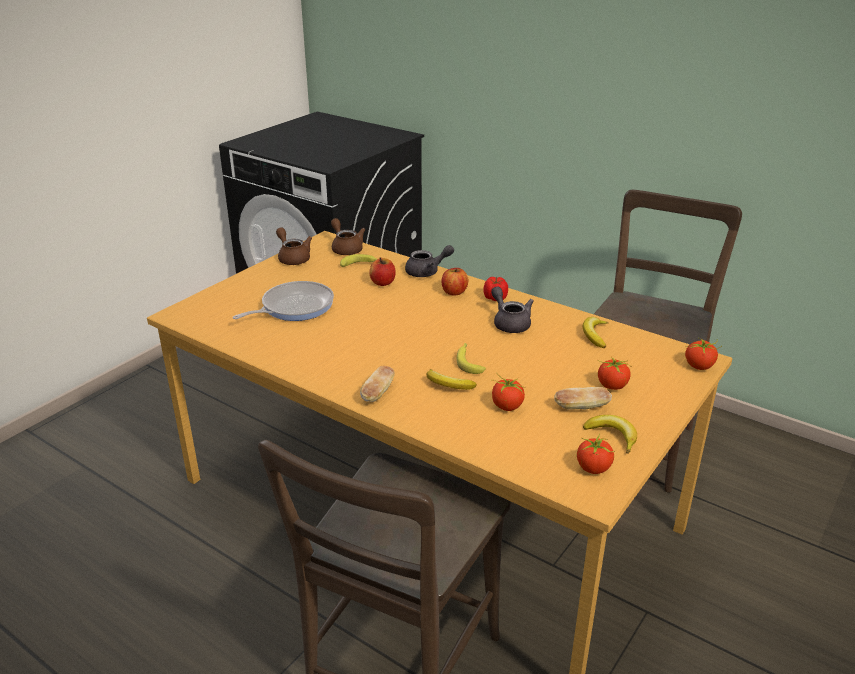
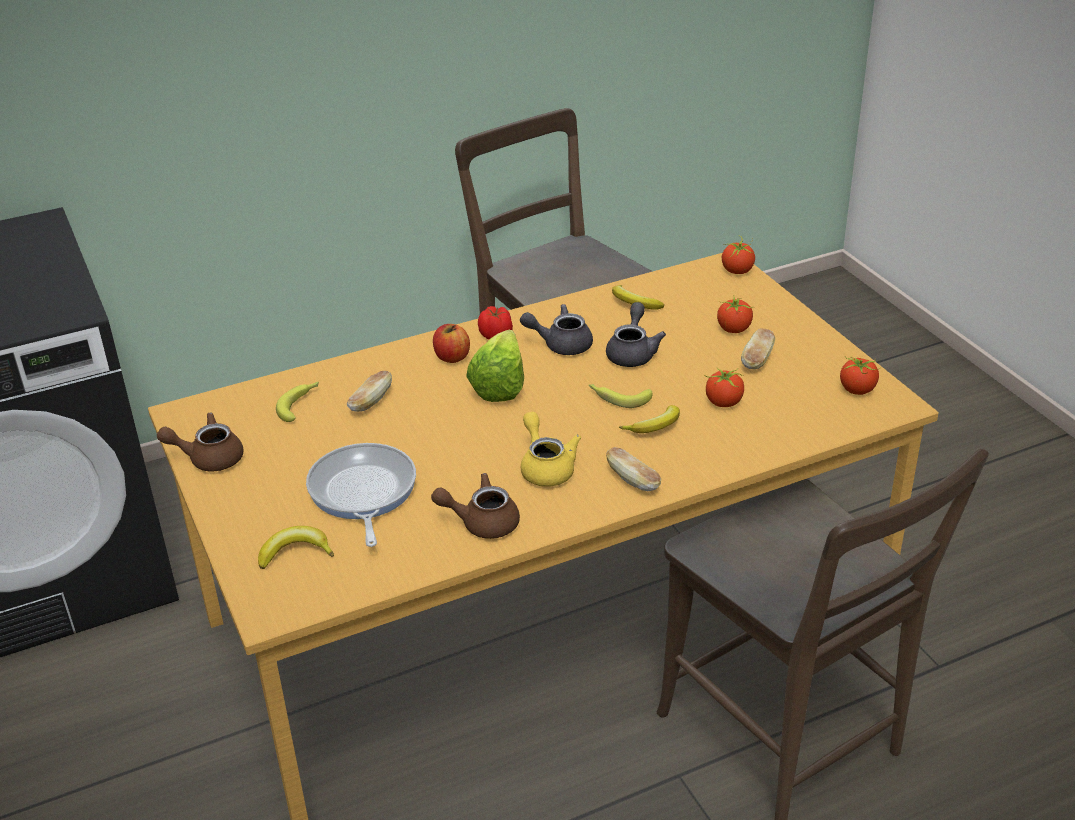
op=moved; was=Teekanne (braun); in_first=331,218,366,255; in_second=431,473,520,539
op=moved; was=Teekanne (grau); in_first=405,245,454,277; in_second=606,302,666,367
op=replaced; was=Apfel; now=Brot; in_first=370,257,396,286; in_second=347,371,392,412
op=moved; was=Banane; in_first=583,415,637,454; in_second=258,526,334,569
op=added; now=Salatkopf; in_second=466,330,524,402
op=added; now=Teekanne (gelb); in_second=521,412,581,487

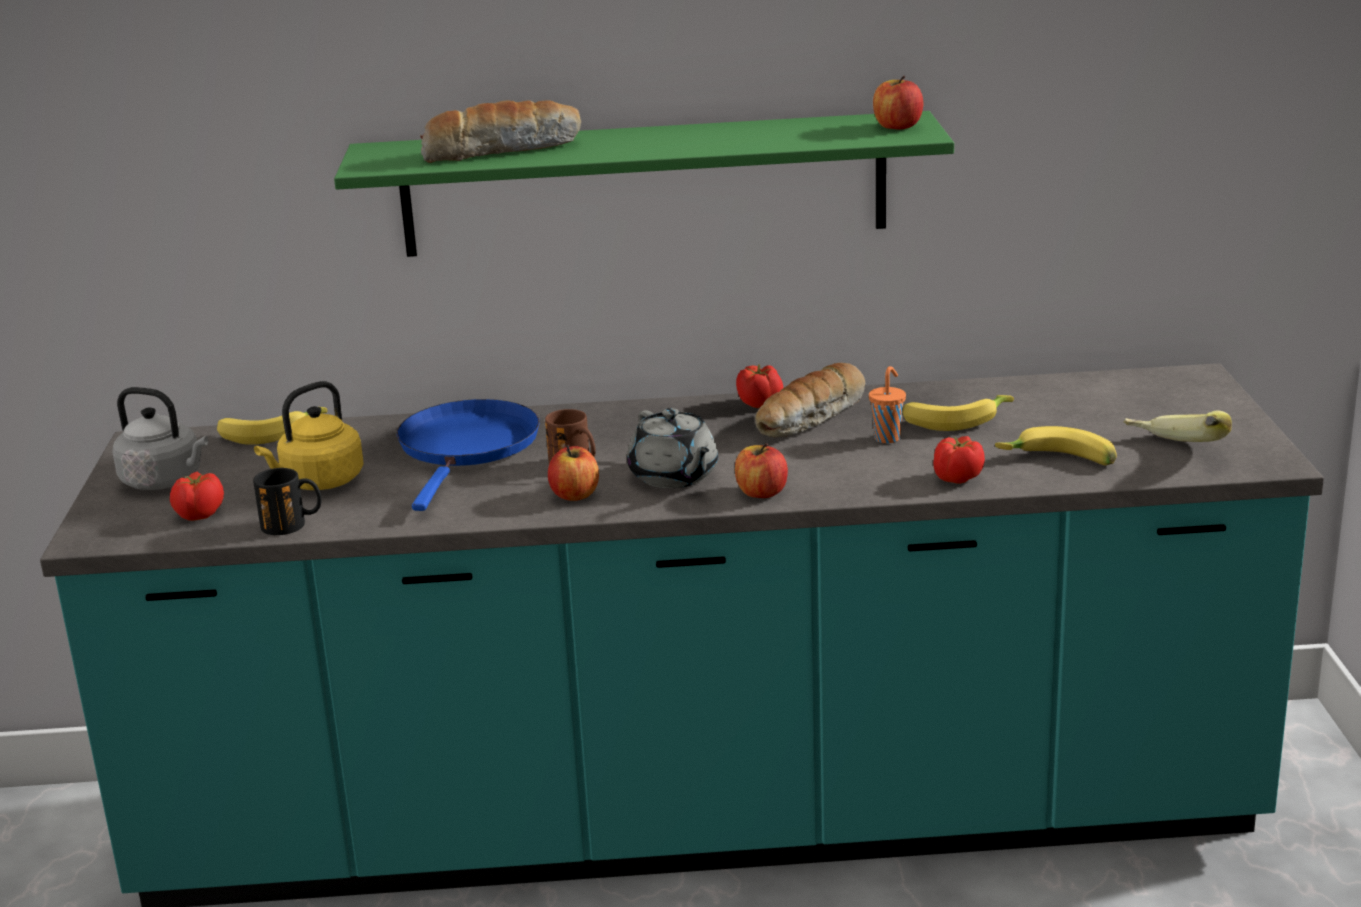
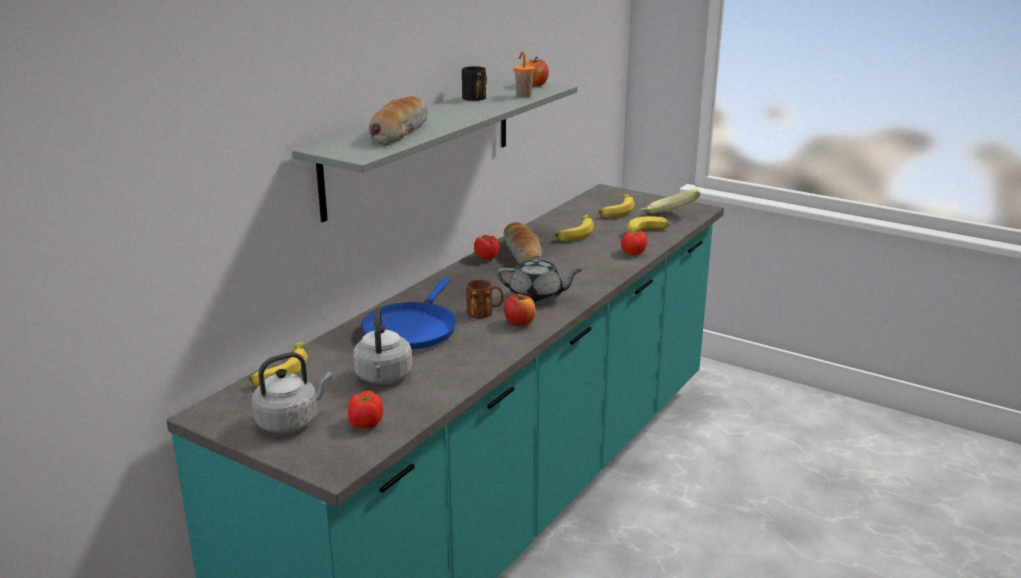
op=recoloured; was=Wandregal (grün); now=Wandregal (grau); in_first=334,111,954,257; in_second=292,79,578,222
op=moved; was=Tasse (orange); in_first=869,366,906,443; in_second=513,51,535,97
op=recoloured; was=Wasserkessel (gelb); now=Wasserkessel (grau); in_first=254,381,364,490; in_second=353,307,412,384
op=turned; was=Pfanne (blau); in_first=397,399,540,511; in_second=361,278,457,349; clockwise=-120
op=removed; was=Apfel; in_first=735,443,788,498
op=moved; was=Henkelbecher (schwarz); in_first=253,468,322,535; in_second=462,66,487,101
op=added; now=Banane; in_second=599,194,635,218

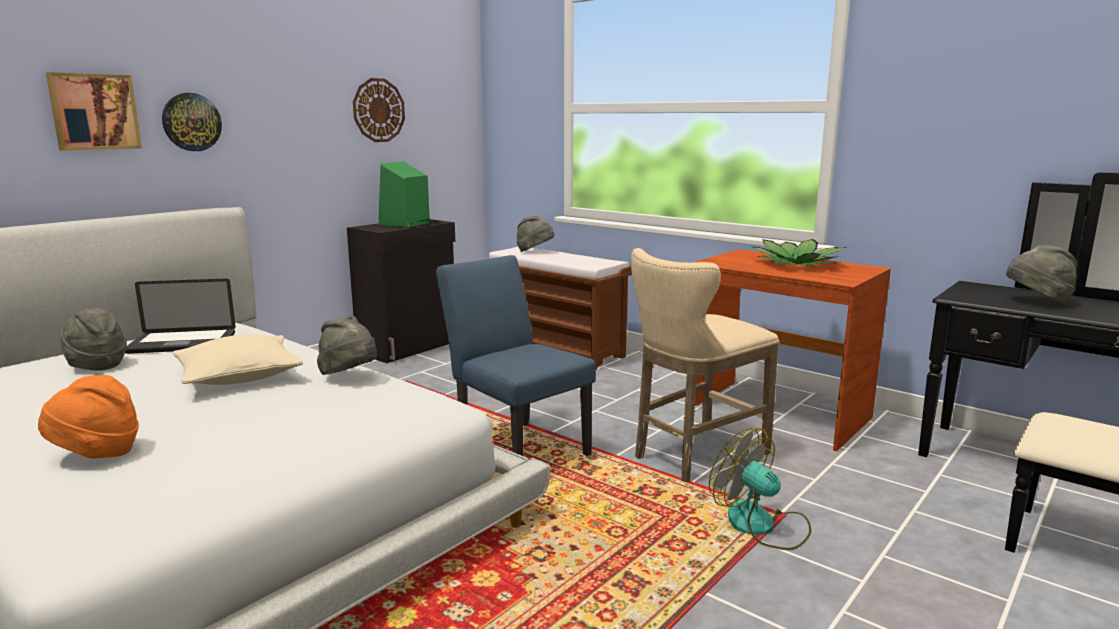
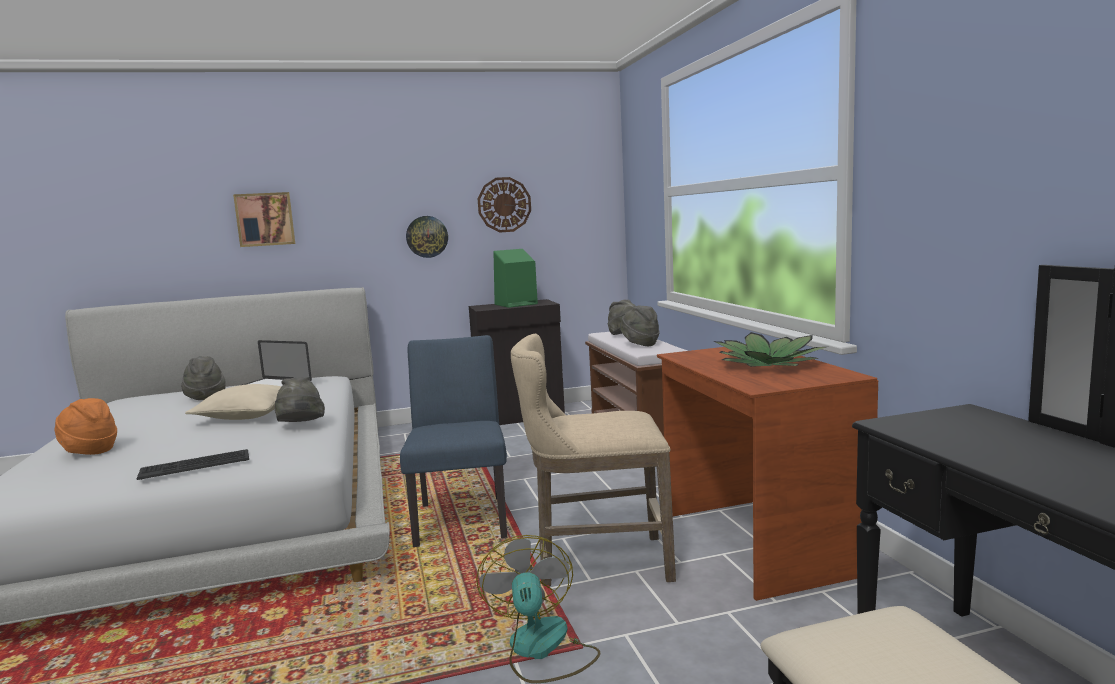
op=moved; was=Wanduhr; in_first=162,93,222,151; in_second=406,216,448,258
op=moved; was=Hut (grau); in_first=1006,245,1077,304; in_second=620,305,660,346
op=added; now=Tastatur; in_second=137,449,249,480

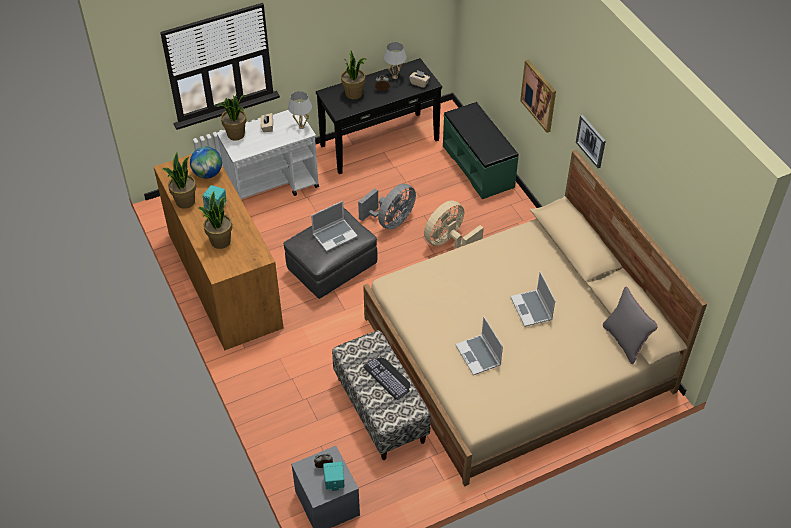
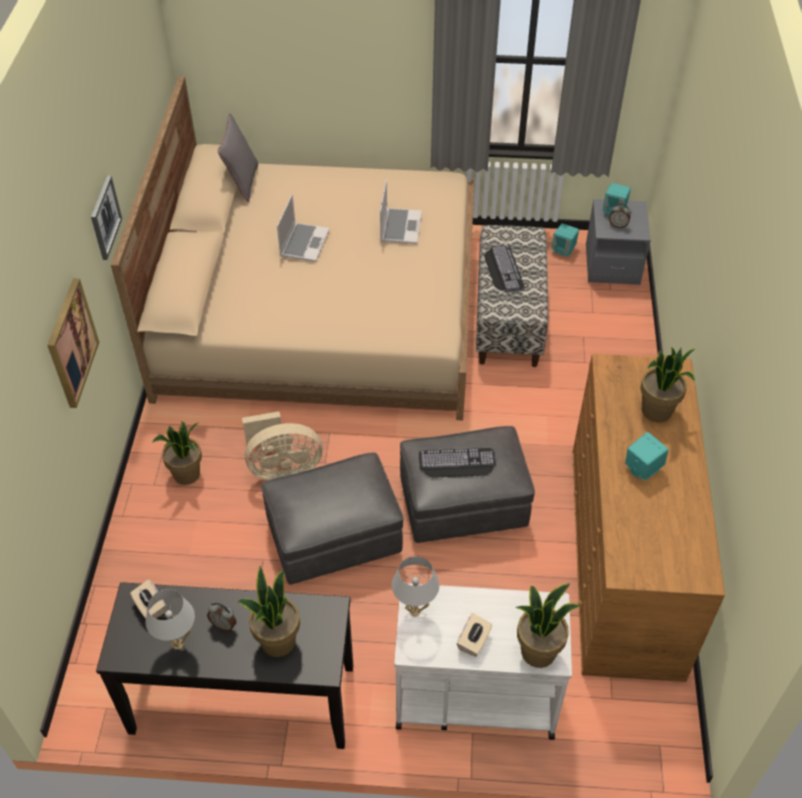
op=removed; was=Bank (grün); in_first=443,102,519,199
op=removed; was=Globus; in_first=190,146,222,179
op=moved; was=Topfpflanze; in_first=163,152,196,209; in_second=152,421,202,485
op=replaced; was=Ventilator (grau); now=Polsterhocker (grau); in_first=358,184,416,230; in_second=261,452,404,585
op=replaced; was=Laptop; now=Tastatur; in_first=311,201,358,251; in_second=418,448,496,478
op=added; now=Lautsprecher (türkis); in_second=551,223,579,257

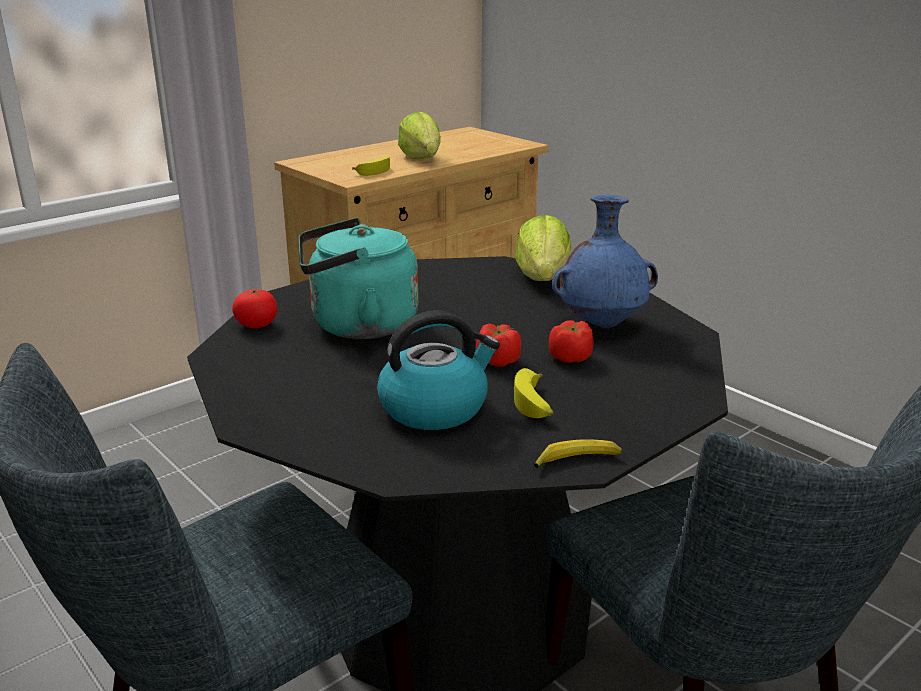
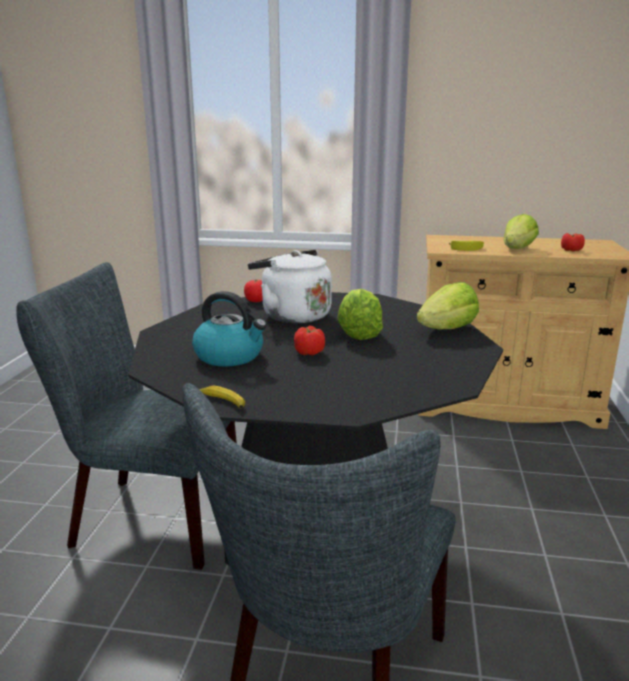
op=removed; was=Vase (blau); in_first=552,195,658,328
op=recoloured; was=Wasserkessel (türkis); now=Wasserkessel (weiß); in_first=299,218,418,339; in_second=248,250,332,323
op=moved; was=Tomate; in_first=549,320,593,363; in_second=561,233,585,251
op=removed; was=Banane; in_first=514,368,553,418
op=added; now=Salatkopf; in_second=337,289,383,340

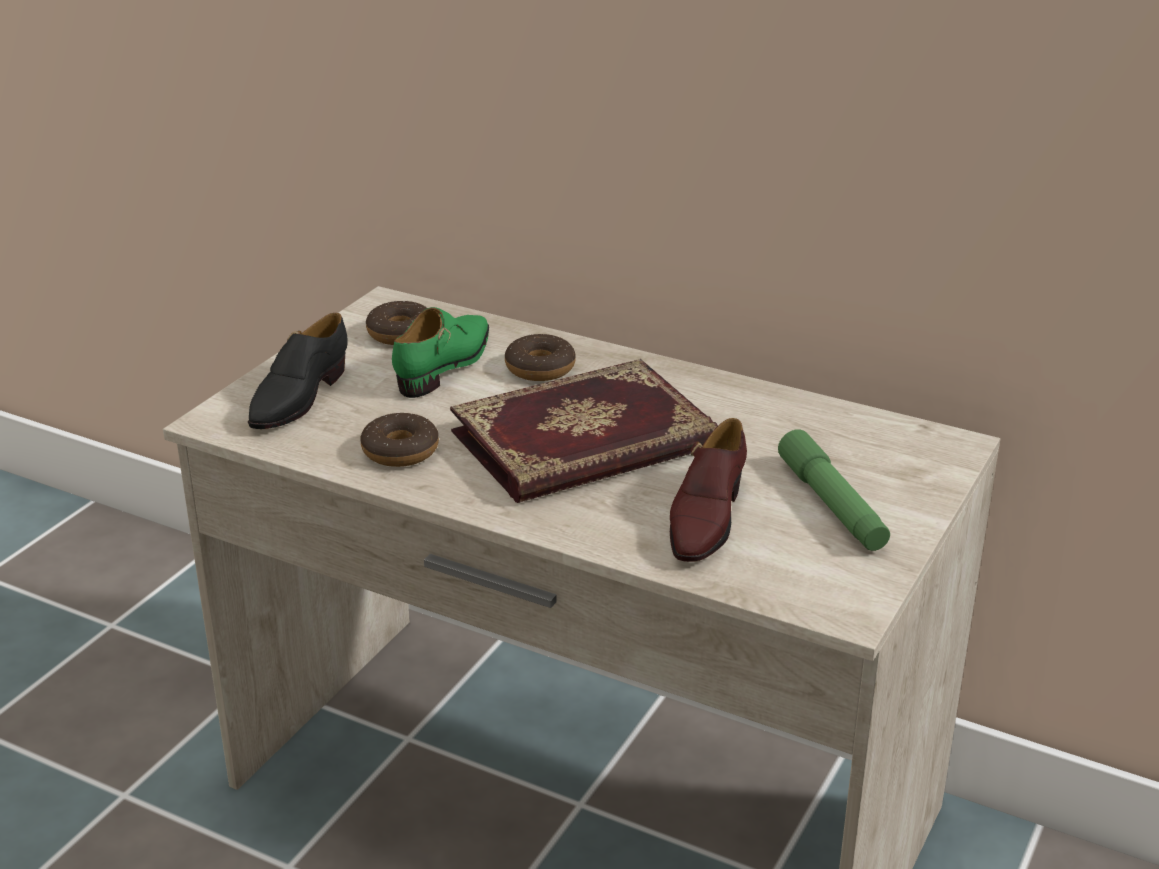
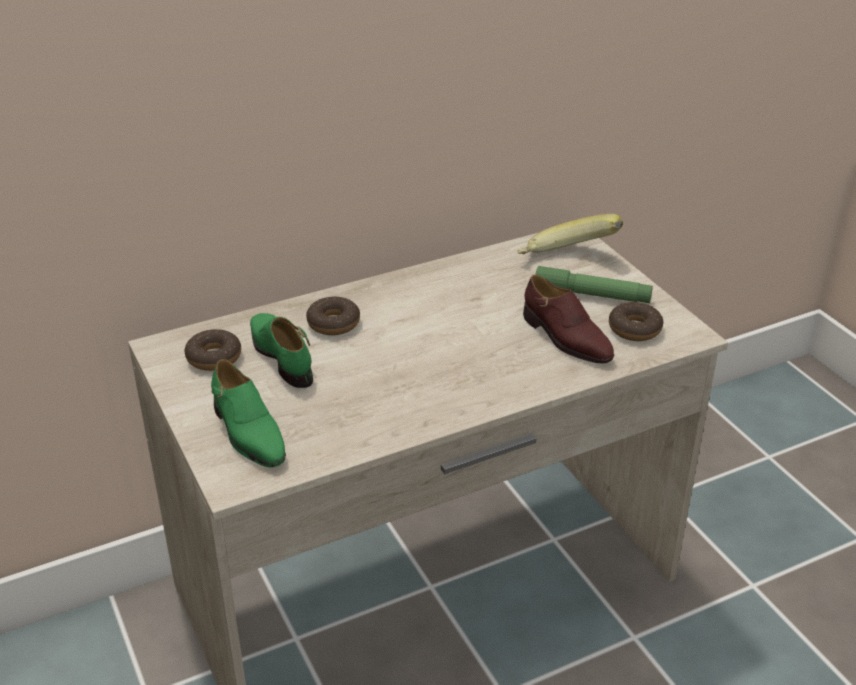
op=recoloured; was=Schuh (schwarz); now=Schuh (grün); in_first=248,313,348,429; in_second=211,359,286,467
op=removed; was=Buch; in_first=450,359,718,503
op=moved; was=Donut; in_first=360,413,439,467; in_second=609,302,663,341
op=added; now=Banane; in_second=518,214,623,254

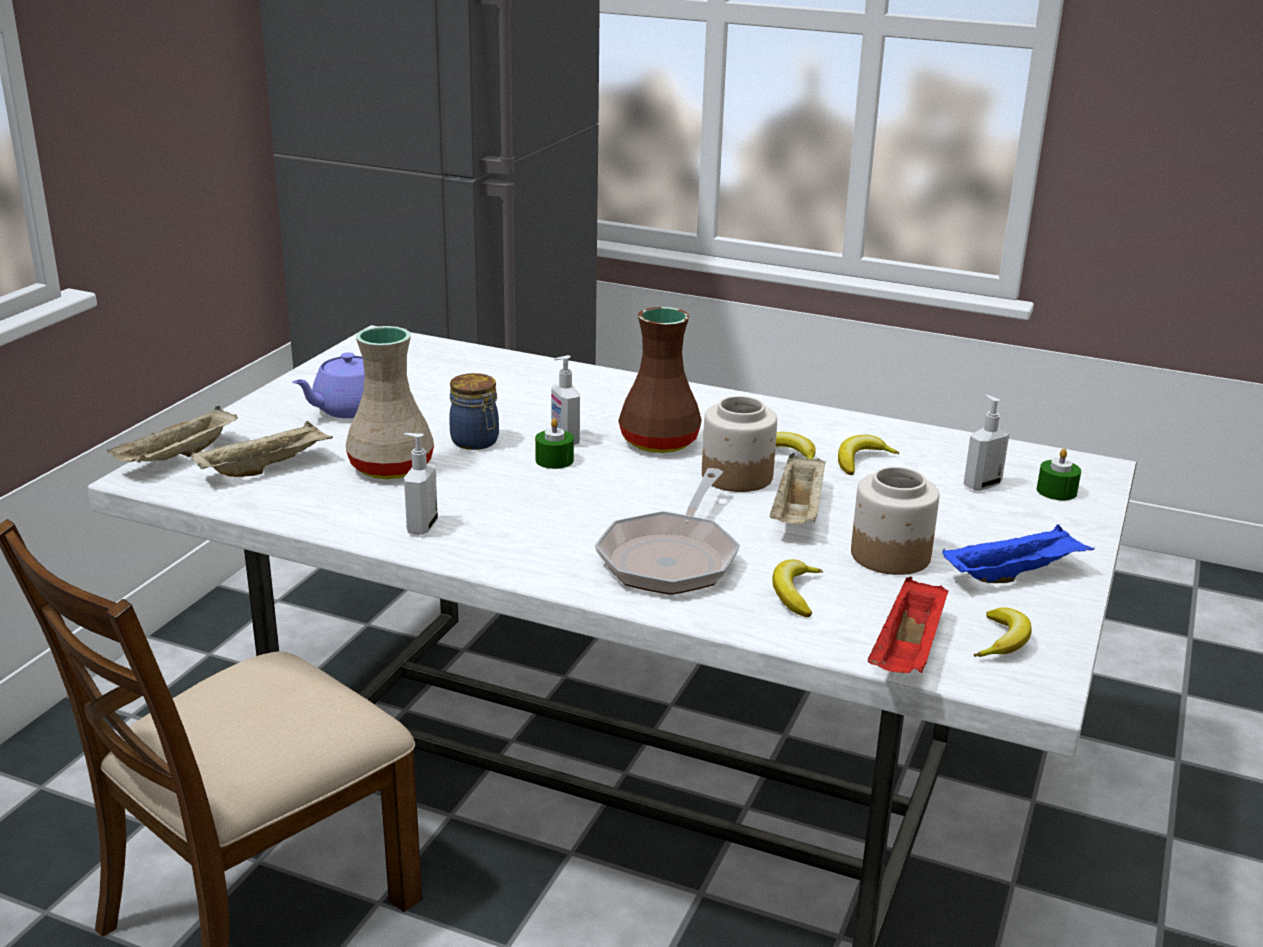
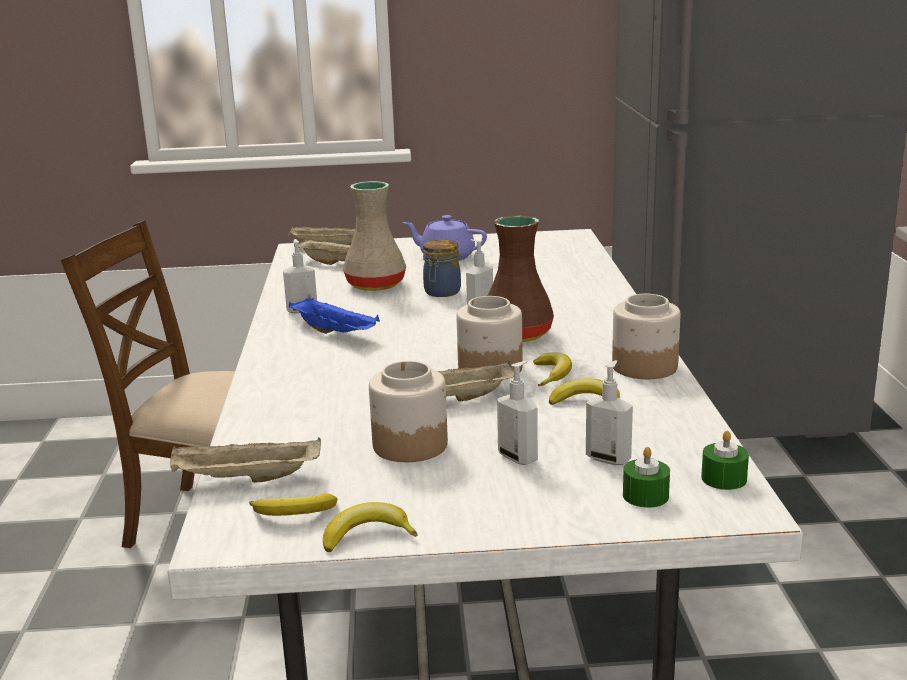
op=moved; was=Kerze (grün); in_first=535,418,574,469; in_second=701,431,749,490
op=removed; was=Pfanne; in_first=595,468,740,595
op=moved; was=Tablett (blau); in_first=942,524,1095,583; in_second=288,298,380,334
op=moved; was=Banane; in_first=773,559,823,617; in_second=323,502,417,552
op=recoloured; was=Tablett (rot); now=Tablett (beige); in_first=868,577,949,673; in_second=170,437,321,483
op=added; now=Vorratsglas; in_second=612,294,680,379
op=added; now=Seifenspender; in_second=497,361,538,465

